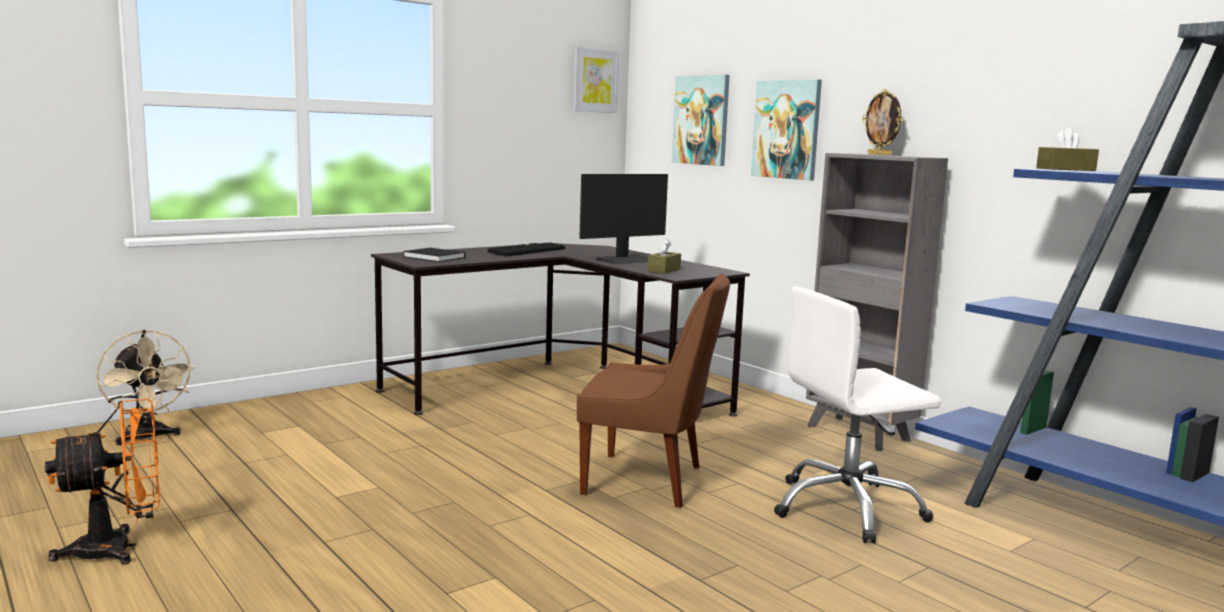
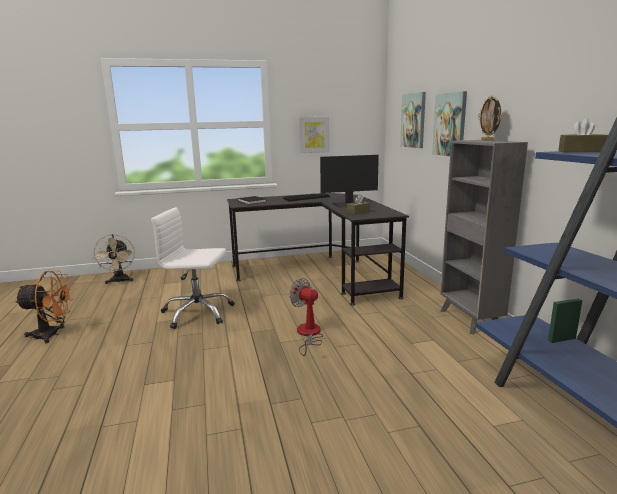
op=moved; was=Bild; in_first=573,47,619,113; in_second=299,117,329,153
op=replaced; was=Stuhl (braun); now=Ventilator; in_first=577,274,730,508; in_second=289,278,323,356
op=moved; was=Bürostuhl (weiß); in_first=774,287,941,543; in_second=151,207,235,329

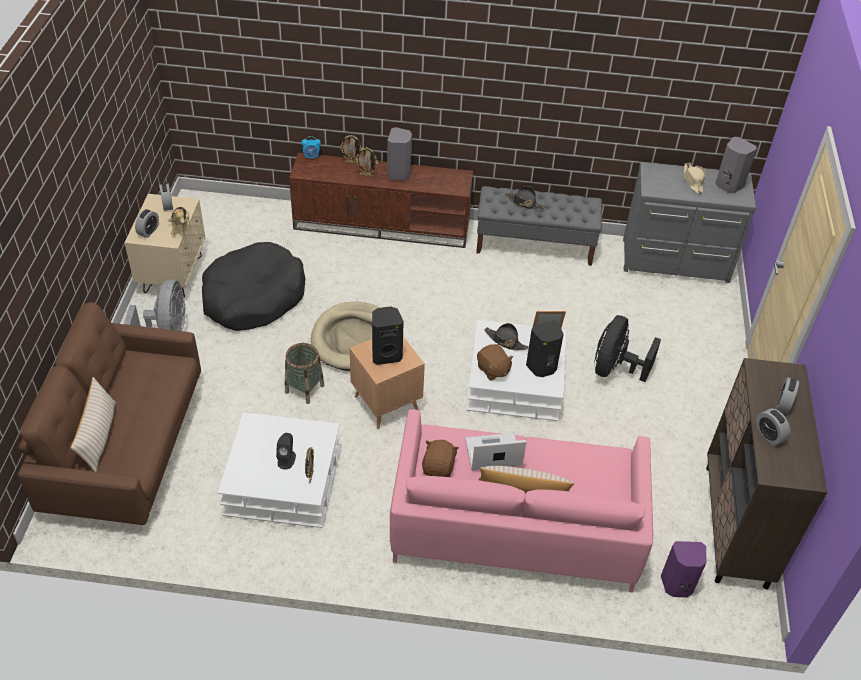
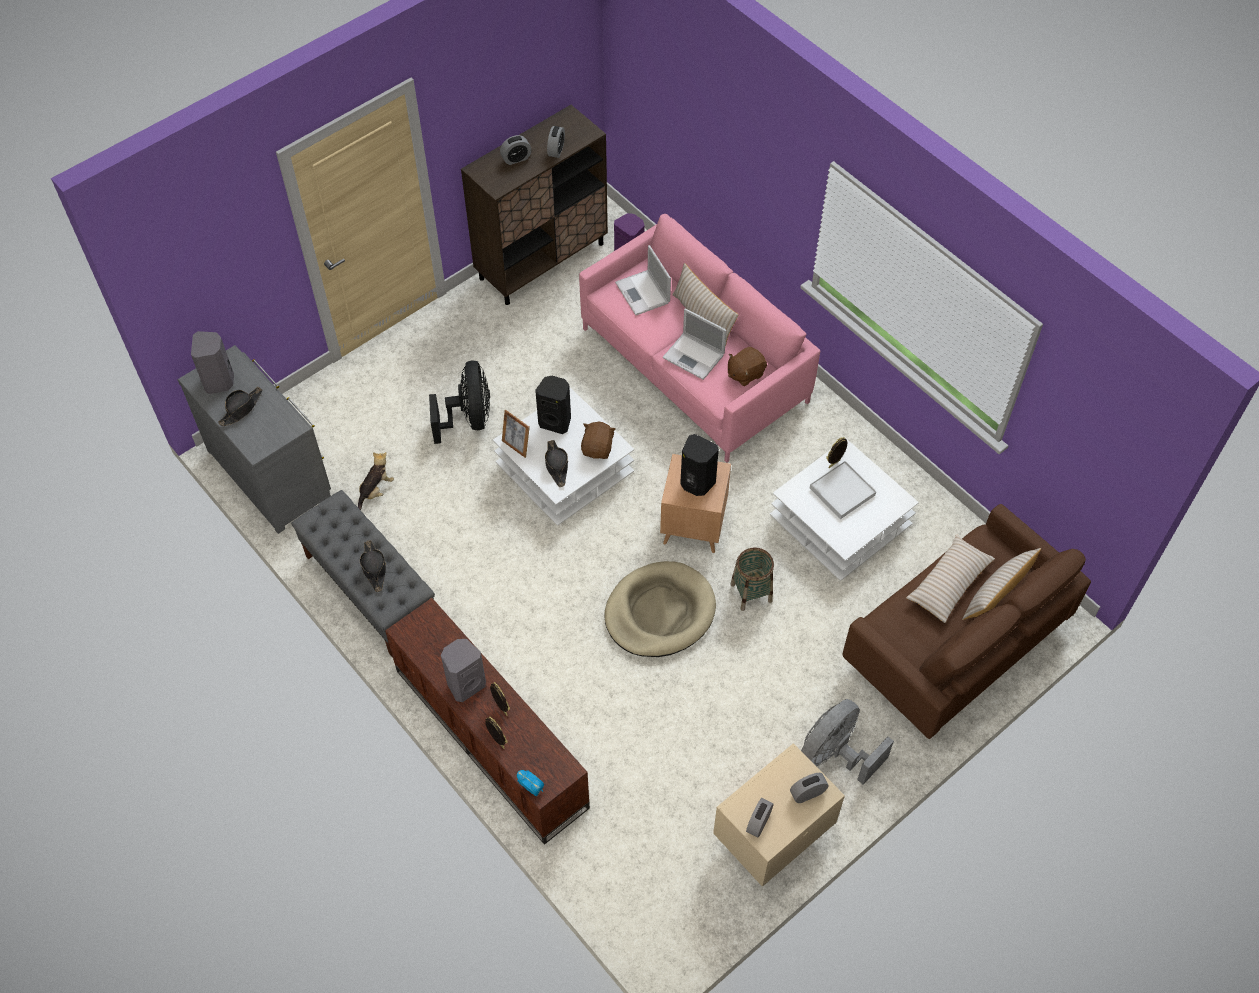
op=recoloured; was=Hut (beige); now=Hut (schwarz); in_first=684,163,706,194; in_second=218,387,263,426
op=moved; was=Plüschtier; in_first=168,207,189,235; in_second=358,452,394,510
op=removed; was=Hundebett (schwarz); in_first=202,242,305,331
op=turned; was=Ventilator (schwarz); in_first=595,315,661,382; in_second=429,361,490,444; clockwise=-75
op=replaced; was=Lautsprecher (schwarz); now=Tablett (weiß); in_first=276,433,296,470; in_second=810,461,876,519
op=added; now=Laptop; in_second=615,245,671,315
op=added; now=Kissen (beige); in_second=906,534,995,623

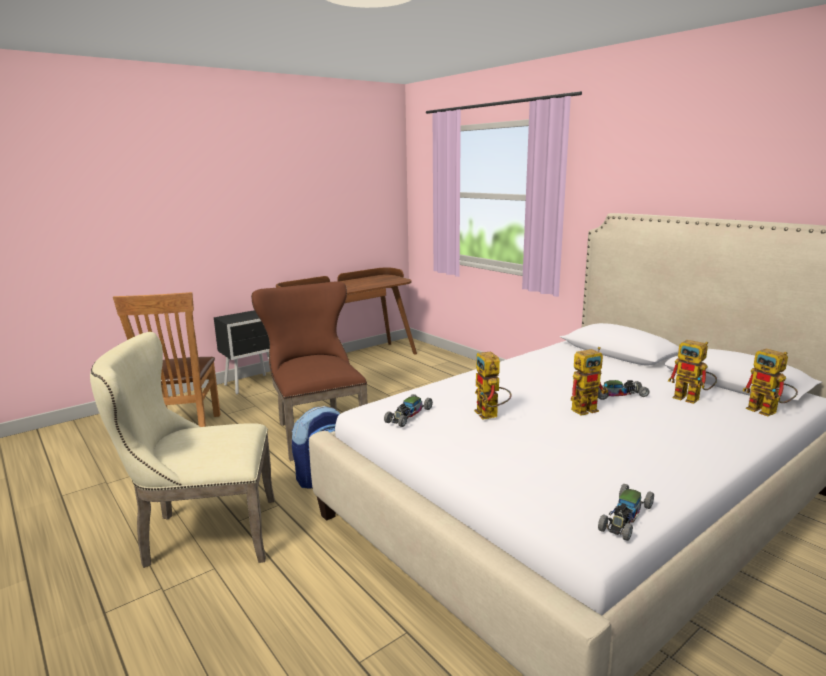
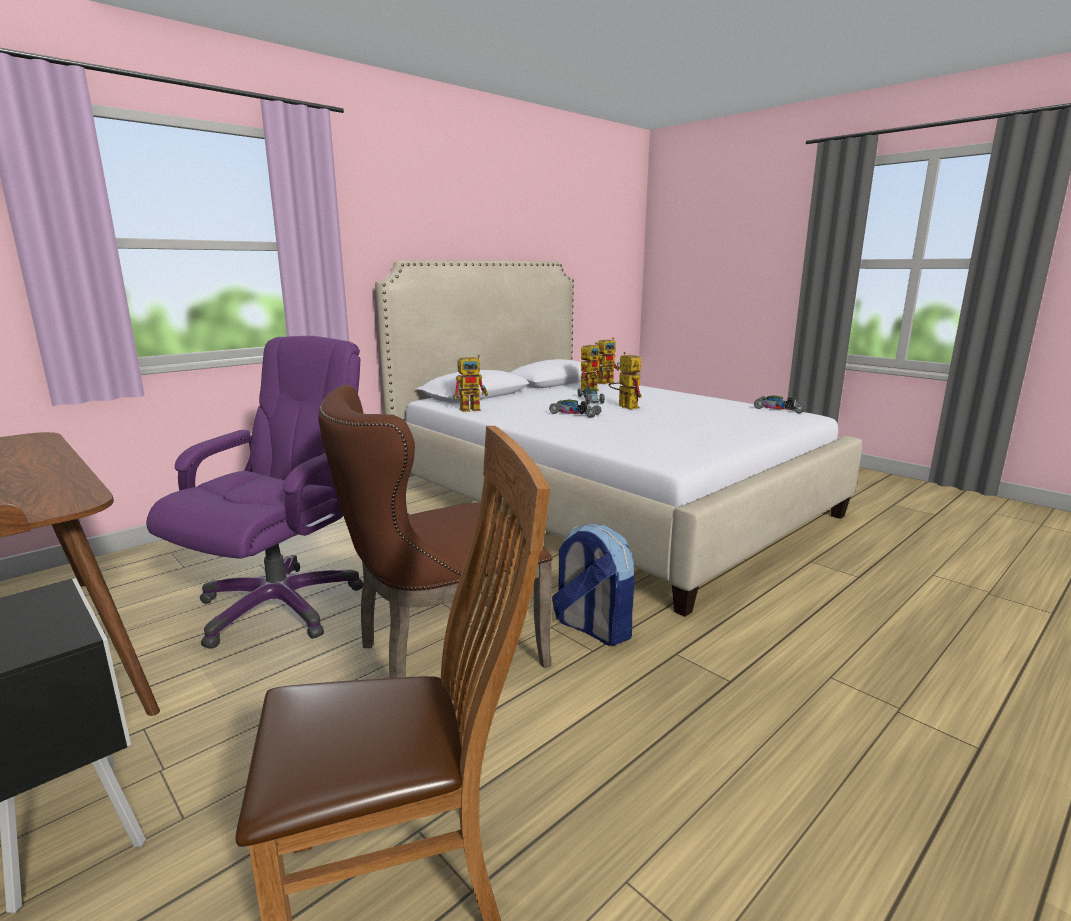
op=removed; was=Stuhl (beige); in_first=90,332,275,568
op=moved; was=Spielzeugroboter; in_first=474,351,512,420; in_second=454,355,488,412
op=moved; was=Spielzeugauto; in_first=384,394,433,427; in_second=549,400,601,418
op=added; now=Bürostuhl (lila); in_second=146,336,363,649

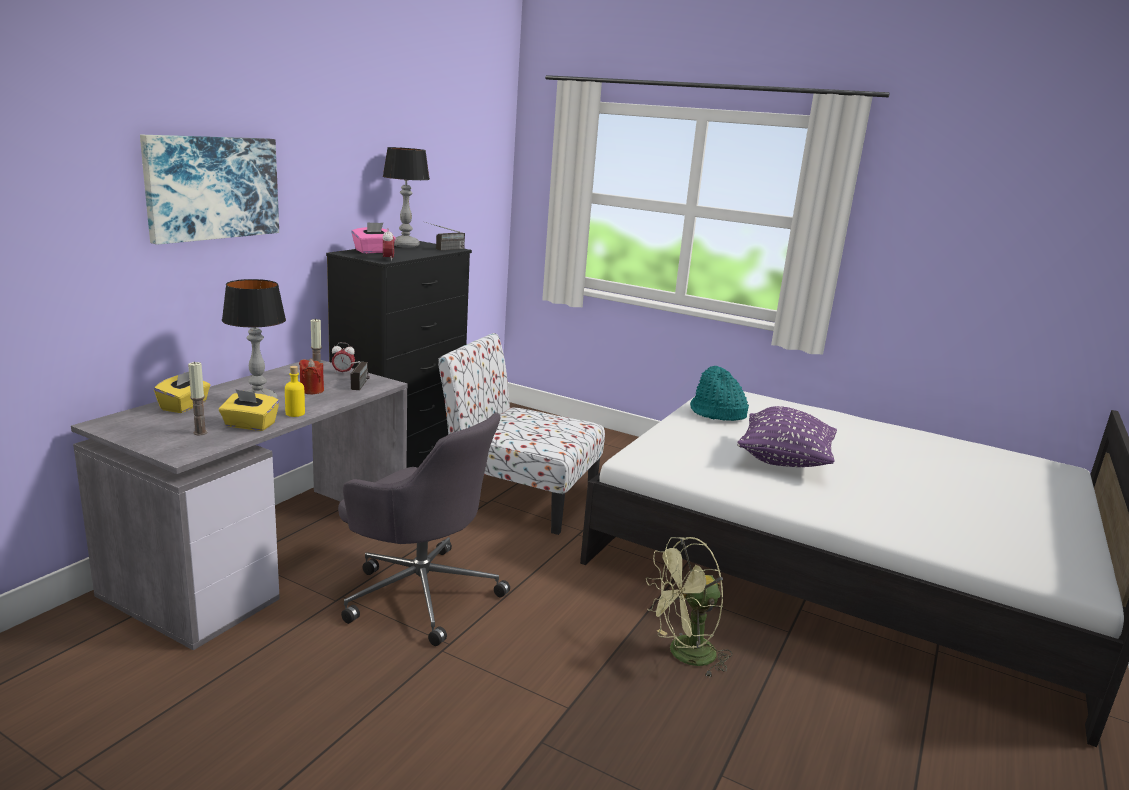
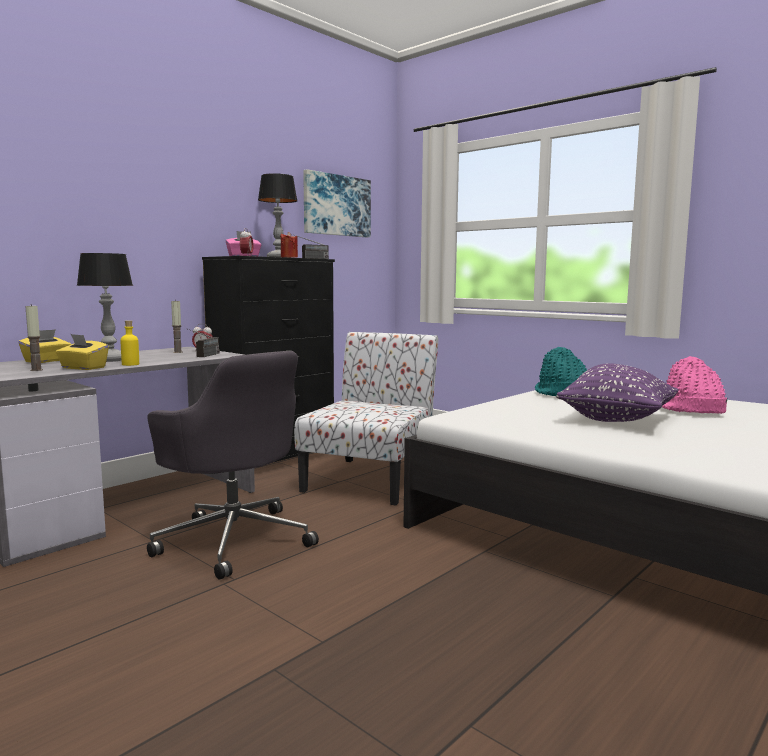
op=moved; was=Bild; in_first=140,135,279,245; in_second=303,169,371,237
op=turned; was=Stuhl; in_first=438,333,605,535; in_second=294,332,438,506; clockwise=75
op=moved; was=Kerze (rot); in_first=299,359,324,394; in_second=280,232,298,258
op=removed; was=Ventilator (grün); in_first=646,537,732,679
op=added; now=Hut (rosa); in_second=662,356,728,414

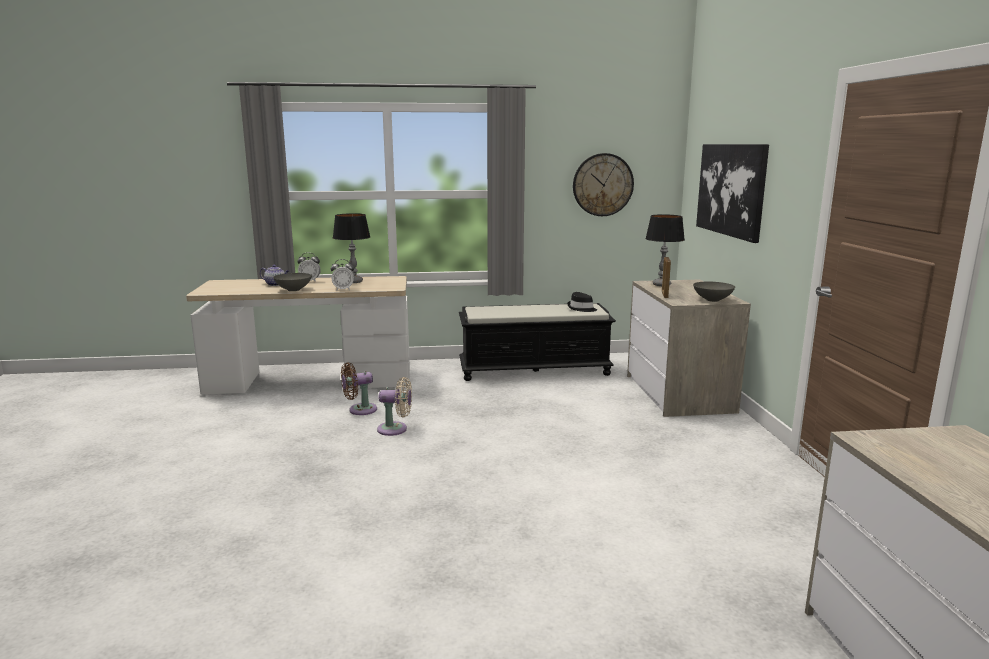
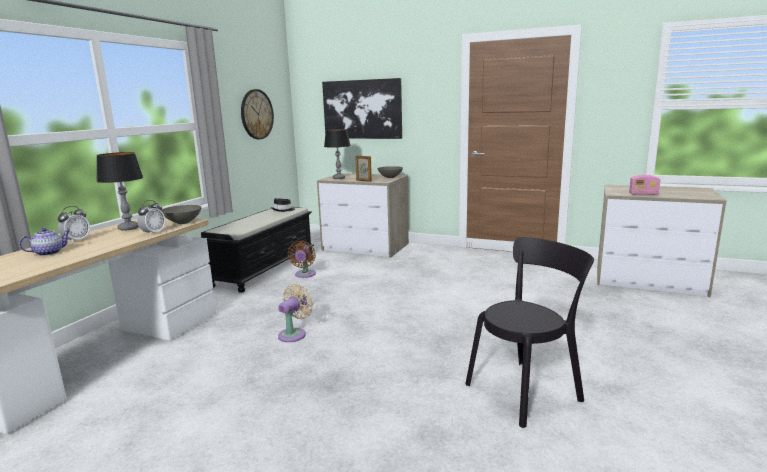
op=moved; was=Schüssel (grau); in_first=273,273,312,291; in_second=161,205,202,224
op=moved; was=Ventilator (braun); in_first=341,362,377,415; in_second=287,241,316,278
op=added; now=Radio; in_second=629,175,660,195
op=added; now=Stuhl (schwarz); in_second=466,237,594,428

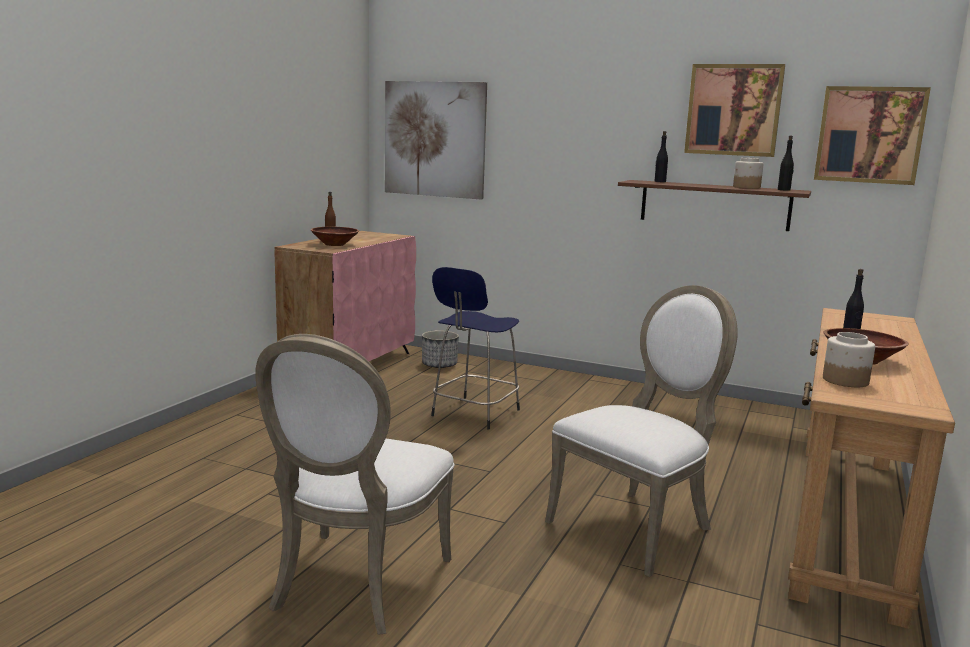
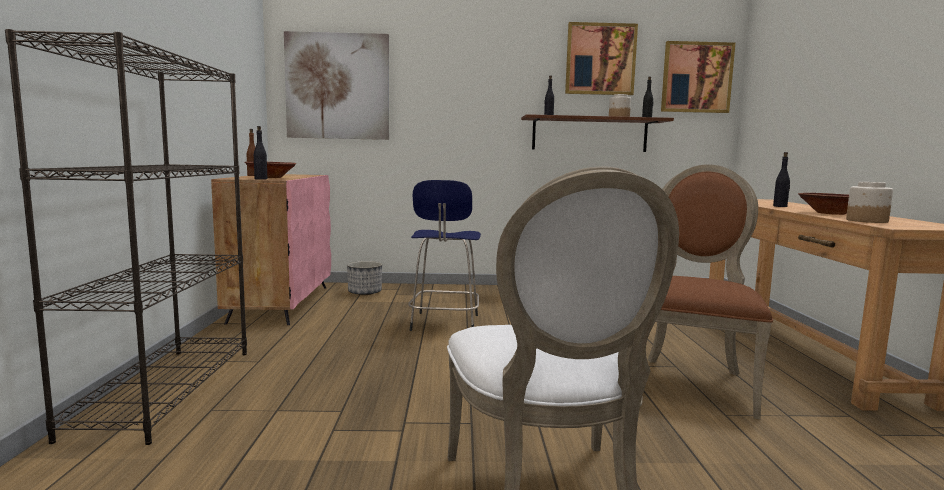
op=recoloured; was=Stuhl (weiß); now=Stuhl (braun); in_first=545,285,738,577; in_second=648,164,773,420
op=added; now=Bücherregal (schwarz); in_second=5,29,247,445
op=added; now=Flasche (schwarz); in_second=254,126,267,180

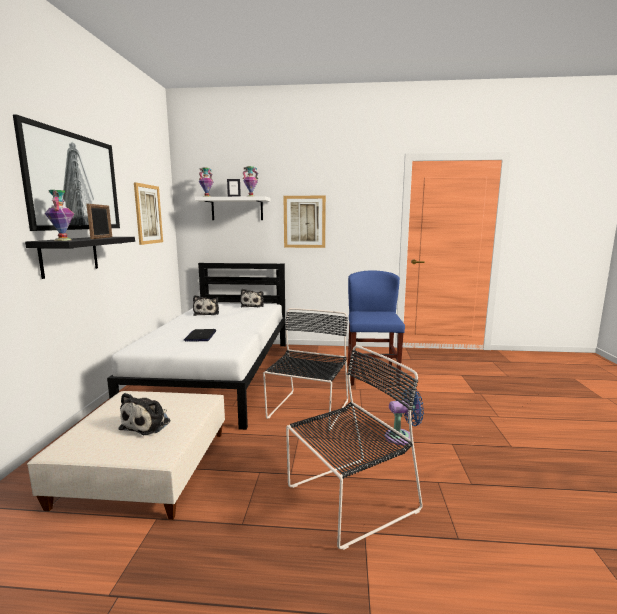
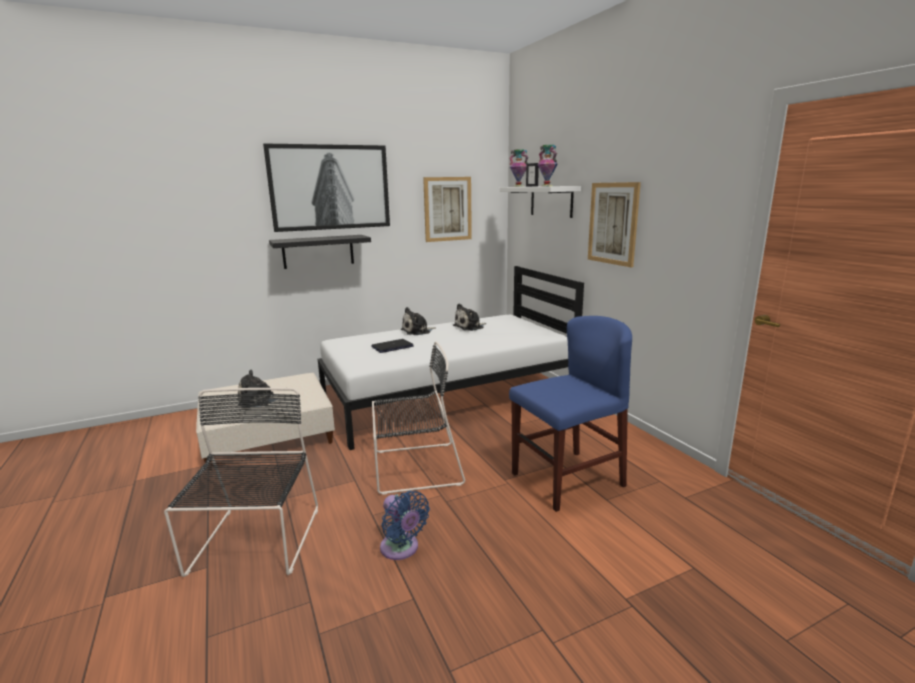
op=removed; was=Vase; in_first=45,190,74,241
op=removed; was=Bilderrahmen; in_first=86,204,112,239
op=moved; was=Plüschtier; in_first=240,289,264,307; in_second=401,307,436,335
op=turned; was=Stuhl (schwarz); in_first=286,345,423,550; in_second=164,388,318,577; clockwise=-120

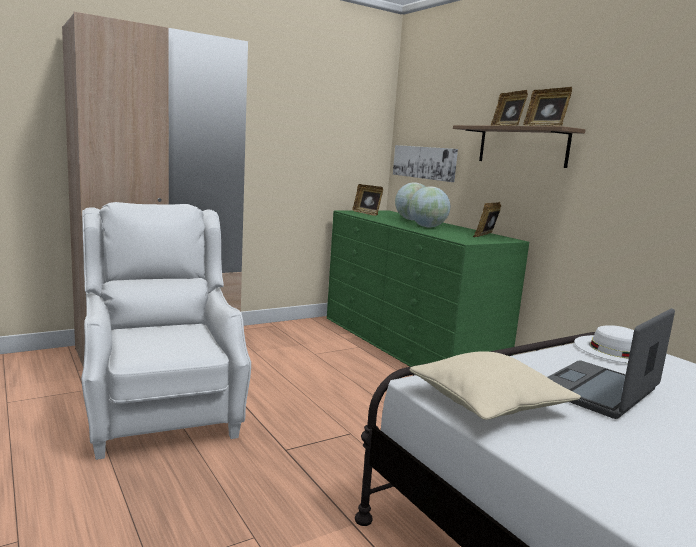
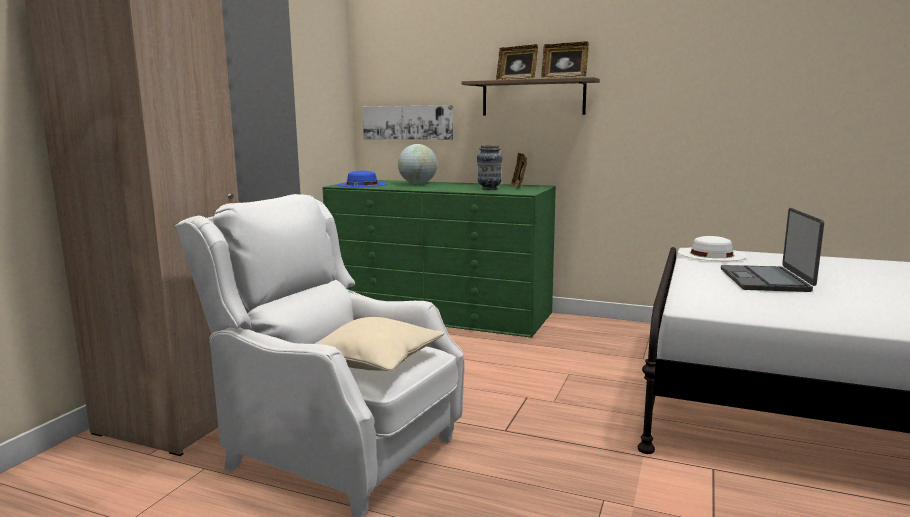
op=replaced; was=Bilderrahmen; now=Hut (blau); in_first=352,184,383,216; in_second=337,170,387,187
op=removed; was=Globus; in_first=409,186,450,227
op=moved; was=Kissen (beige); in_first=410,351,581,420; in_second=315,317,444,371
op=added; now=Vase; in_second=477,146,502,190

